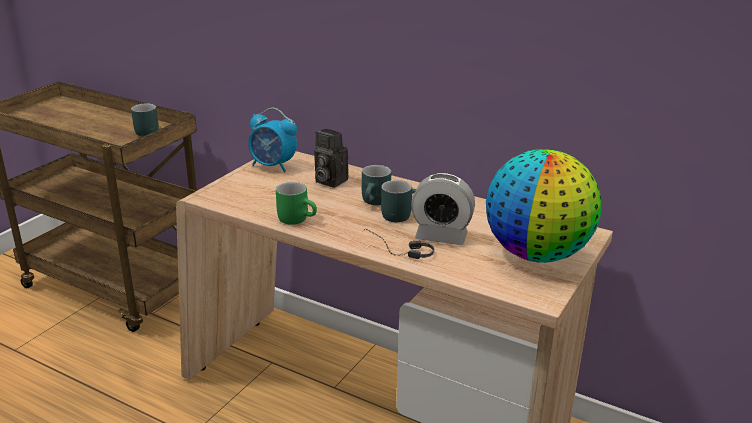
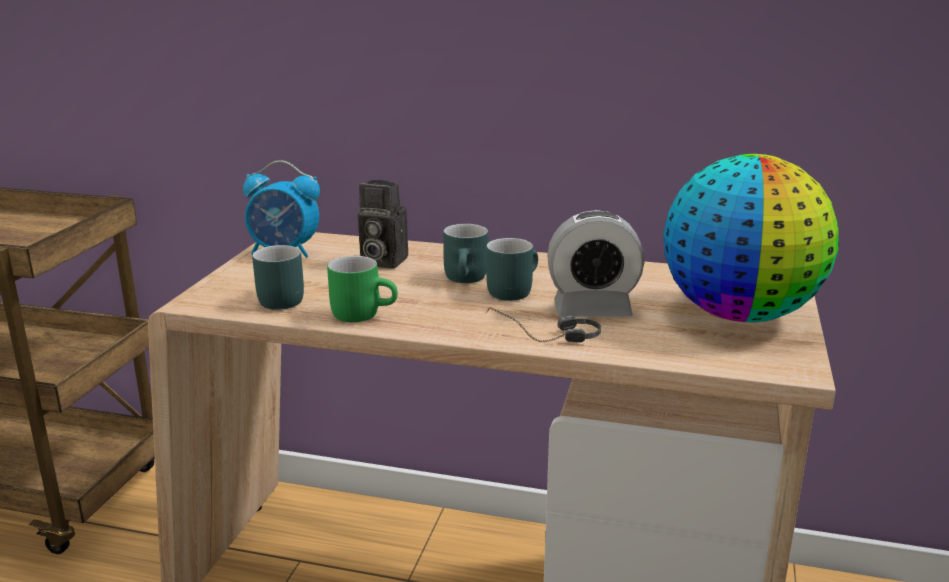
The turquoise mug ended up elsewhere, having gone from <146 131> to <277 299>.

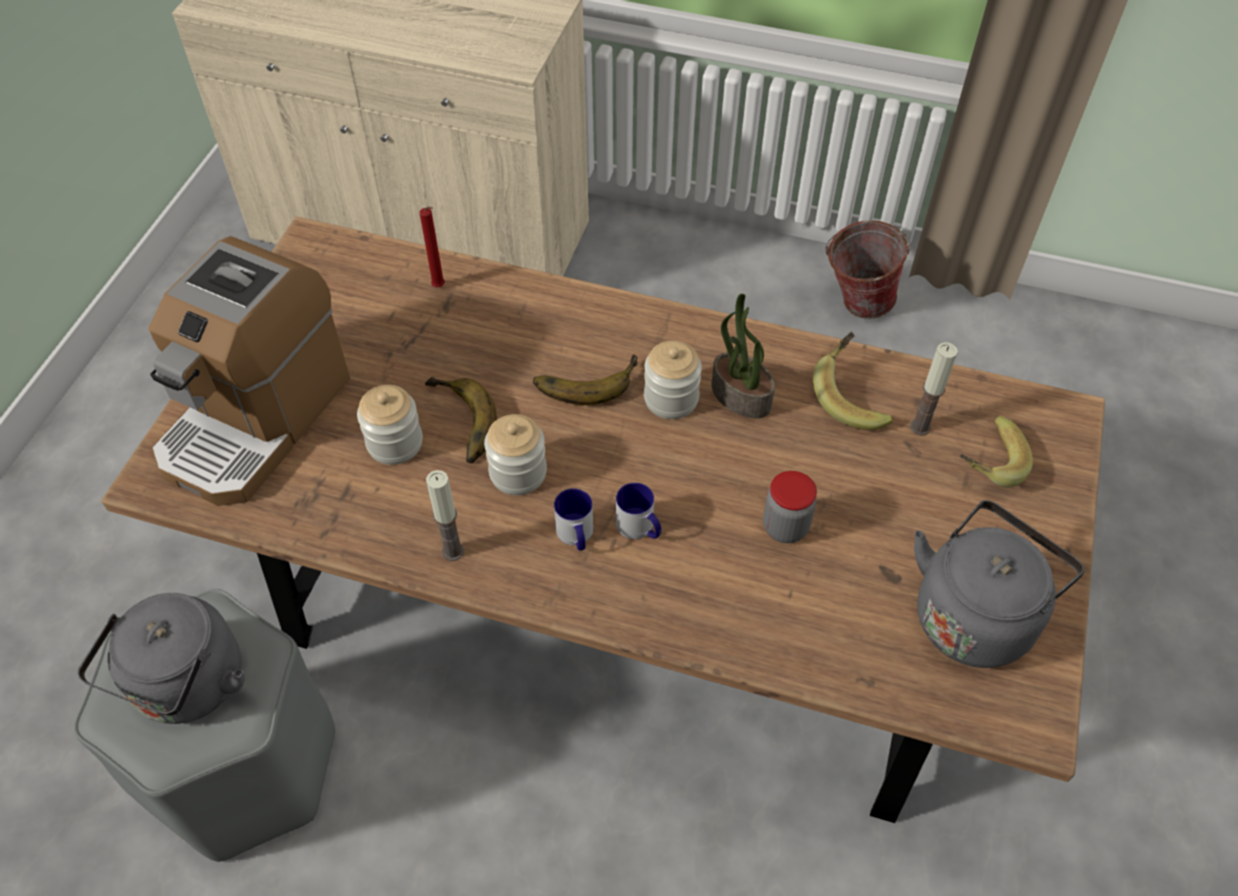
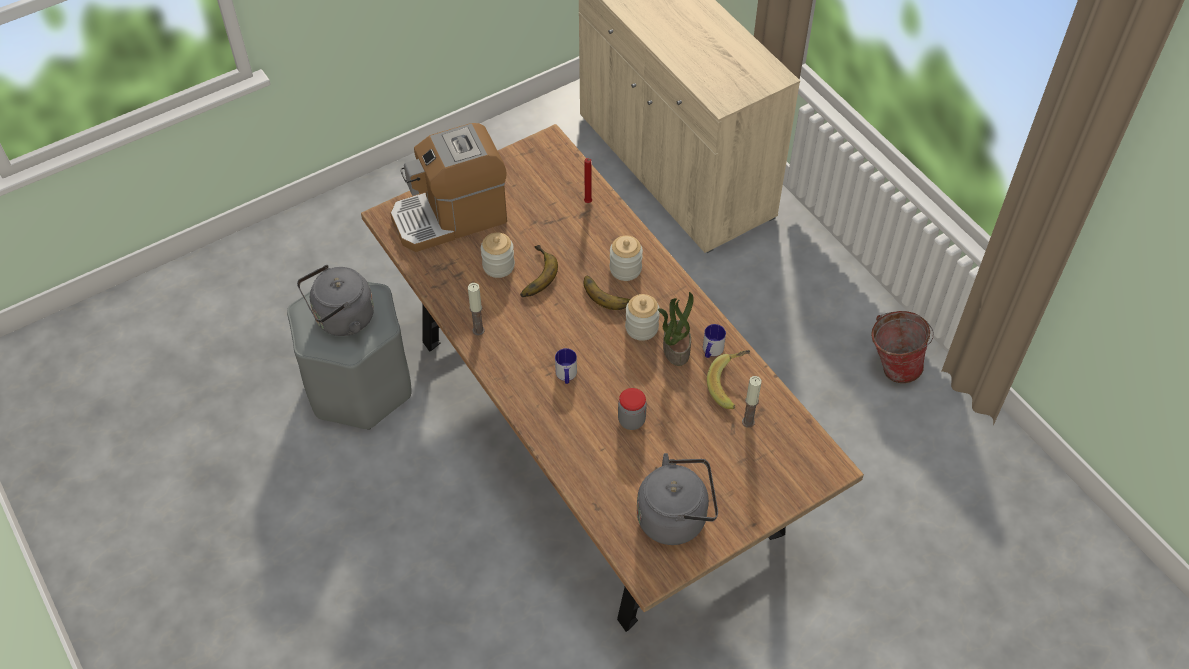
The jar ended up elsewhere, having gone from <518 472> to <625 269>. The mug ended up elsewhere, having gone from <576 536> to <711 351>. The second view lost the banana at <984 462>.

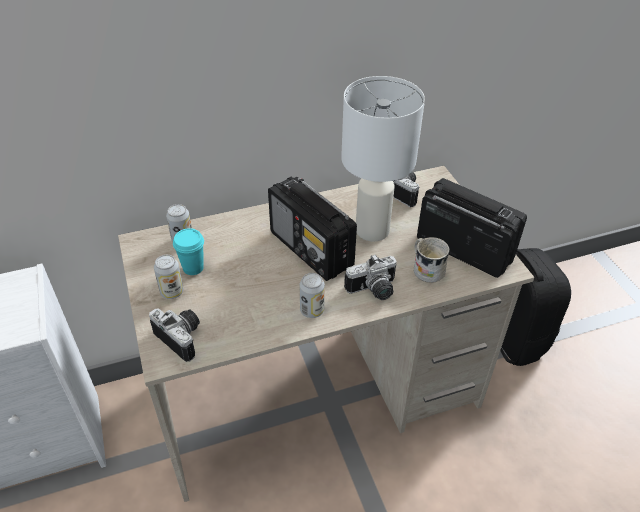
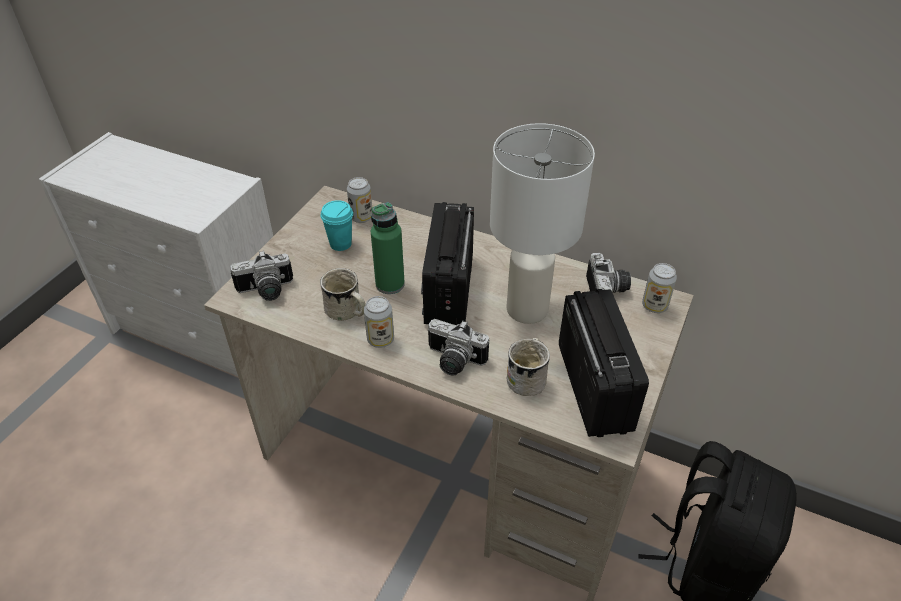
The photo camera at <183 337> ended up facing another way, 75 degrees clockwise from before. The can ended up elsewhere, having gone from <172 292> to <654 306>. The second view gained the white mug at <347 313>. The second view gained the green bottle at <390 284>.

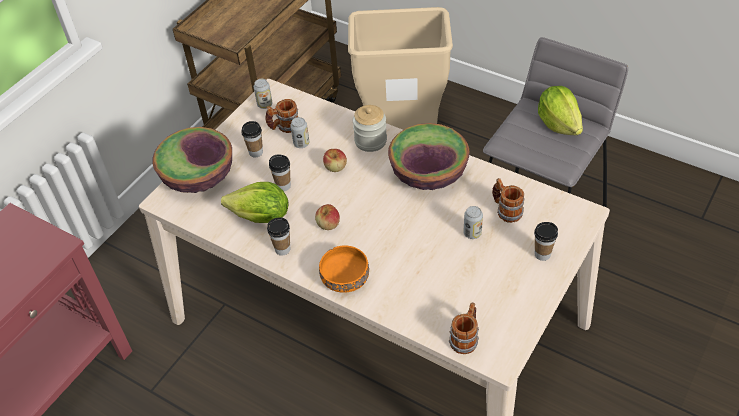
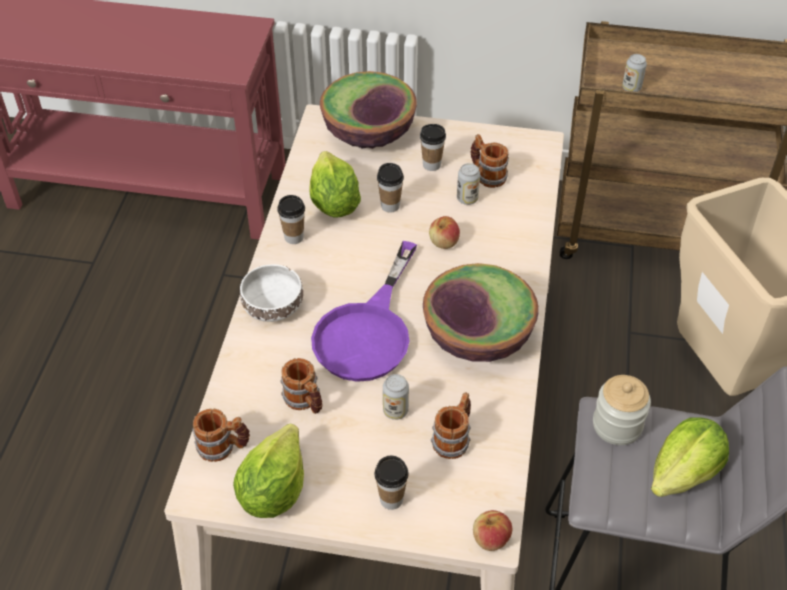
The can ended up elsewhere, having gone from <265 104> to <631 88>. The apple ended up elsewhere, having gone from <328 224> to <490 539>. What was the orange bowl at <345 279> turned into the white bowl at <271 305>. The jar ended up elsewhere, having gone from <370 141> to <617 425>. The second view gained the lettuce at <273 490>. The second view gained the mug at <305 401>. The second view gained the purple frying pan at <368 331>.

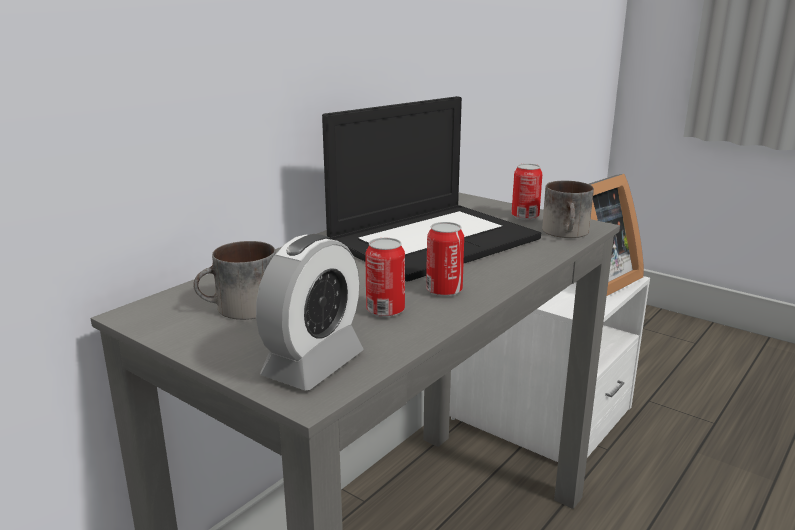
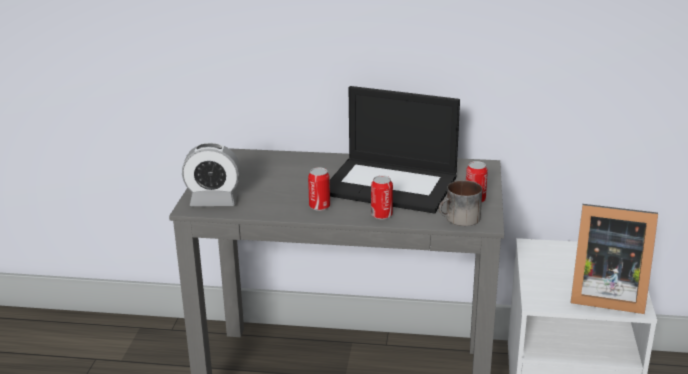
The second view lost the mug at <240 309>. The can ended up elsewhere, having gone from <385 310> to <381 215>.

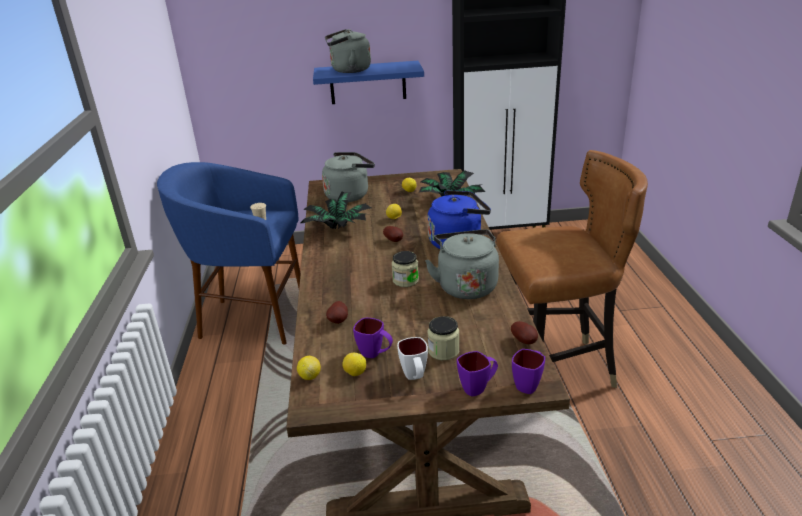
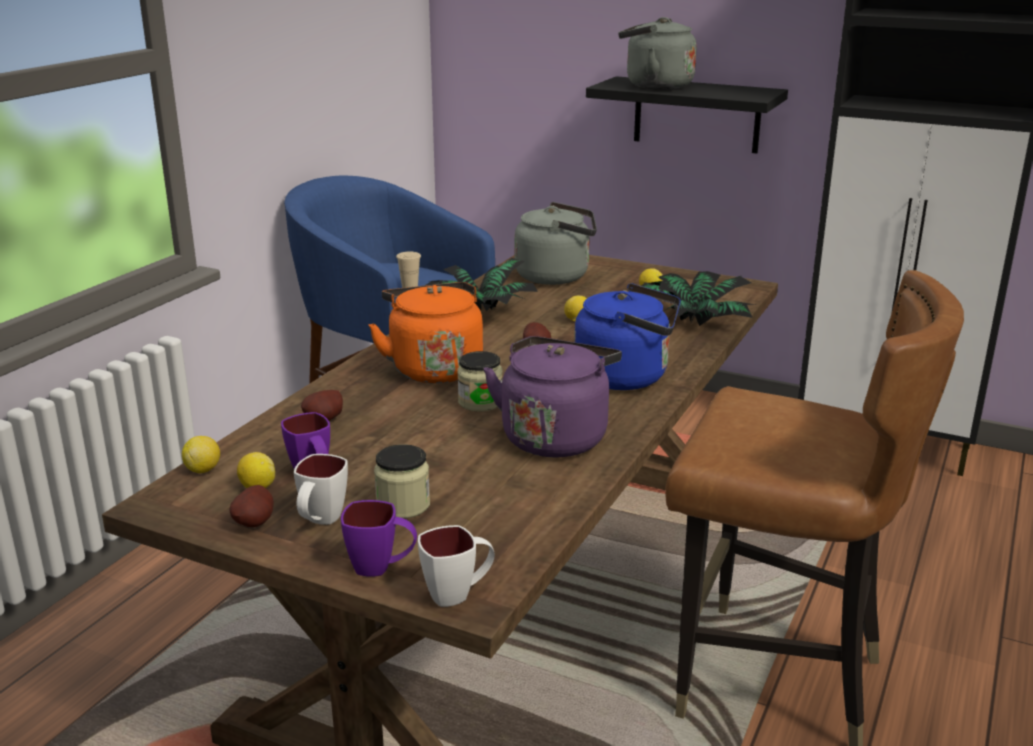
What was the blue shelf at <367 82> turned into the black shelf at <696 115>. What was the grey kettle at <466 285> turned into the purple kettle at <555 436>. The potato ended up elsewhere, having gone from <525 341> to <256 523>. What was the purple mug at <529 384> turned into the white mug at <458 594>. The second view gained the orange kettle at <434 368>.

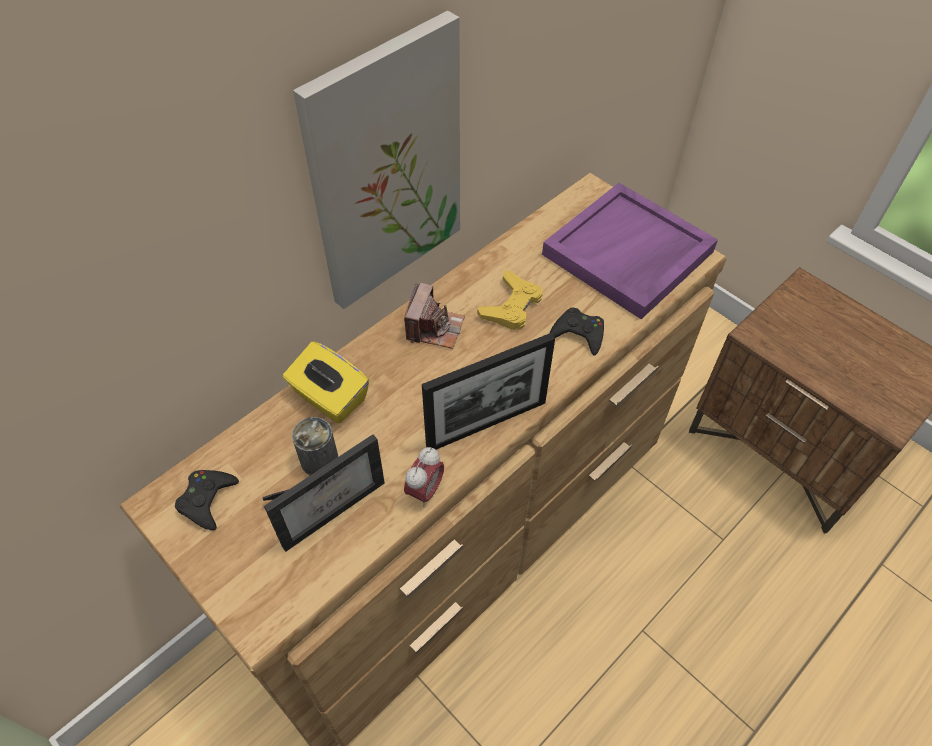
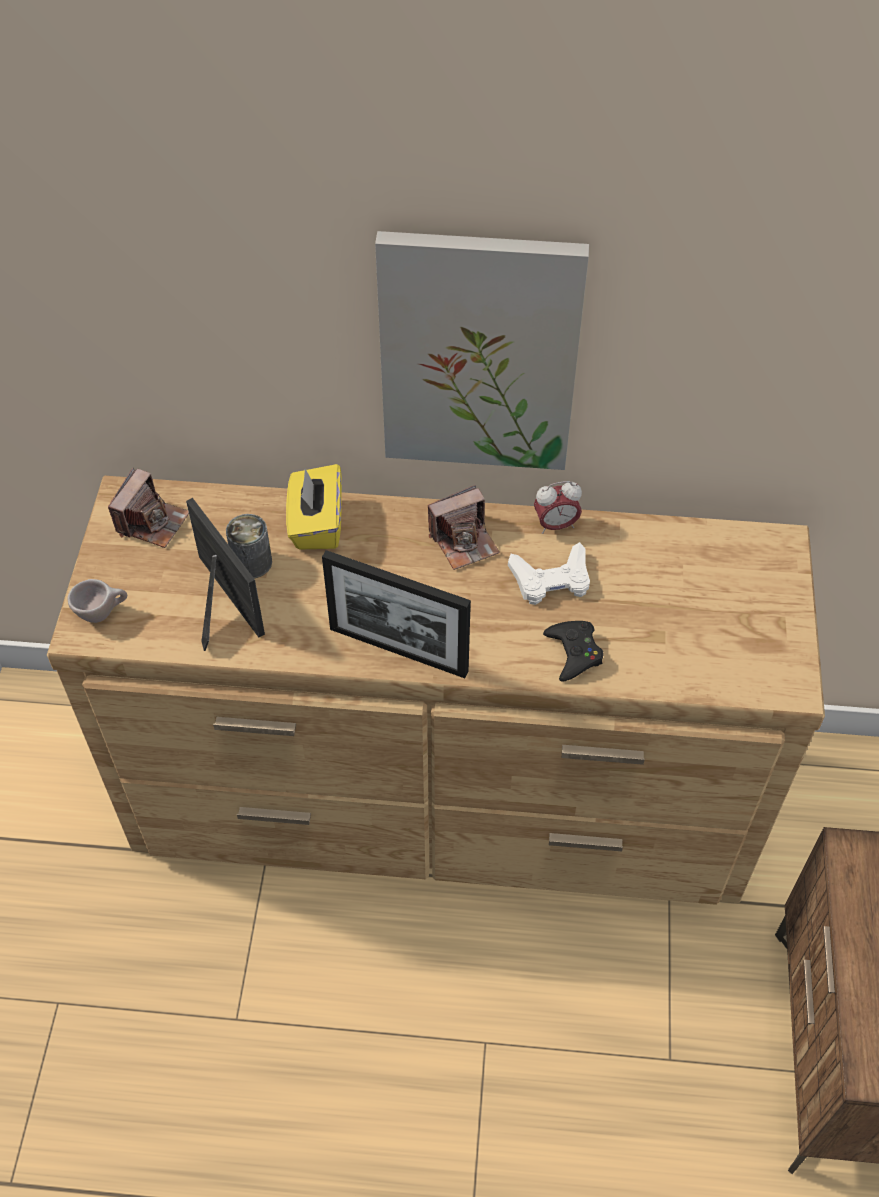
Where the black game controller stood at <207 500>, the photo camera came to stand at <152 522>. The picture frame at <329 504> ended up facing another way, 135 degrees counterclockwise from before. The alarm clock ended up elsewhere, having gone from <425 491> to <555 525>. What was the yellow game controller at <511 306> turned into the white game controller at <551 579>. The second view lost the purple tray at <628 254>. The second view gained the beige cup at <102 613>.

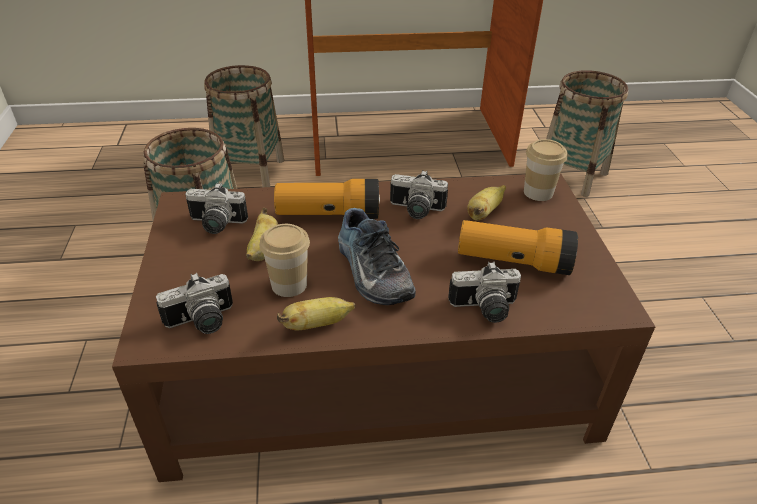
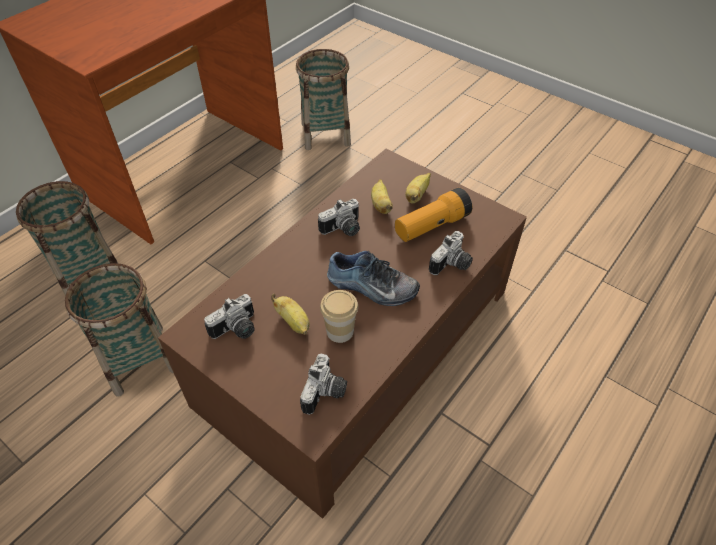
The second view lost the flashlight at <328 215>. The banana ended up elsewhere, having gone from <317 324> to <417 195>. The second view lost the cup at <538 192>.

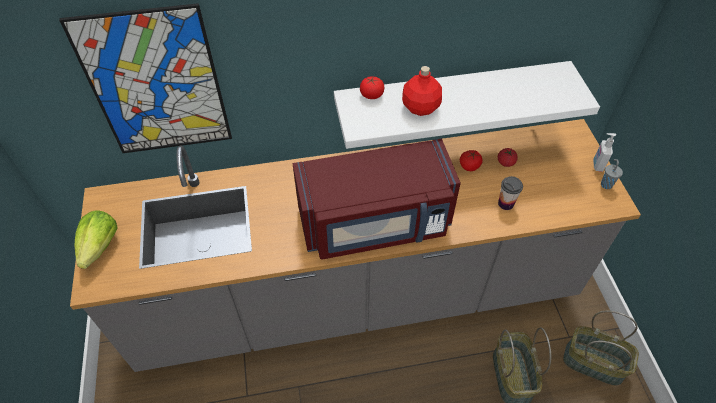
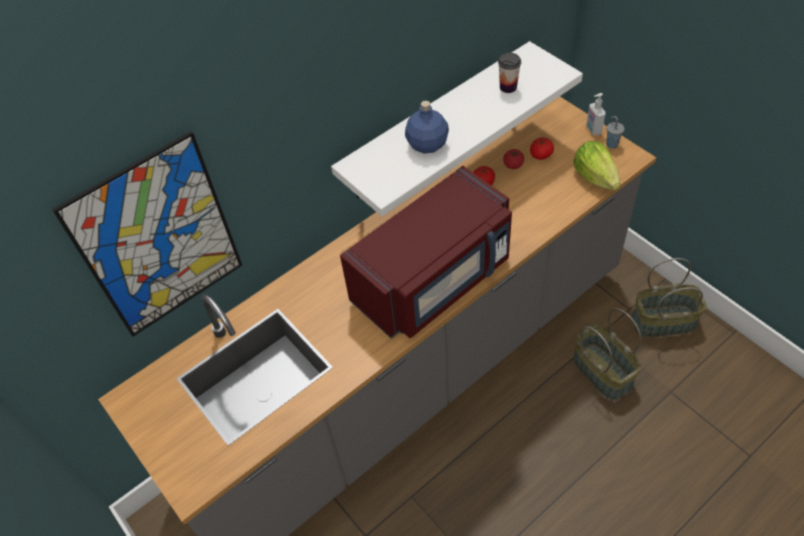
The lettuce ended up elsewhere, having gone from <101 247> to <595 177>. The tomato ended up elsewhere, having gone from <371 95> to <541 155>. What was the red bottle at <420 107> turned into the blue bottle at <427 145>. The cup ended up elsewhere, having gone from <505 203> to <508 87>.

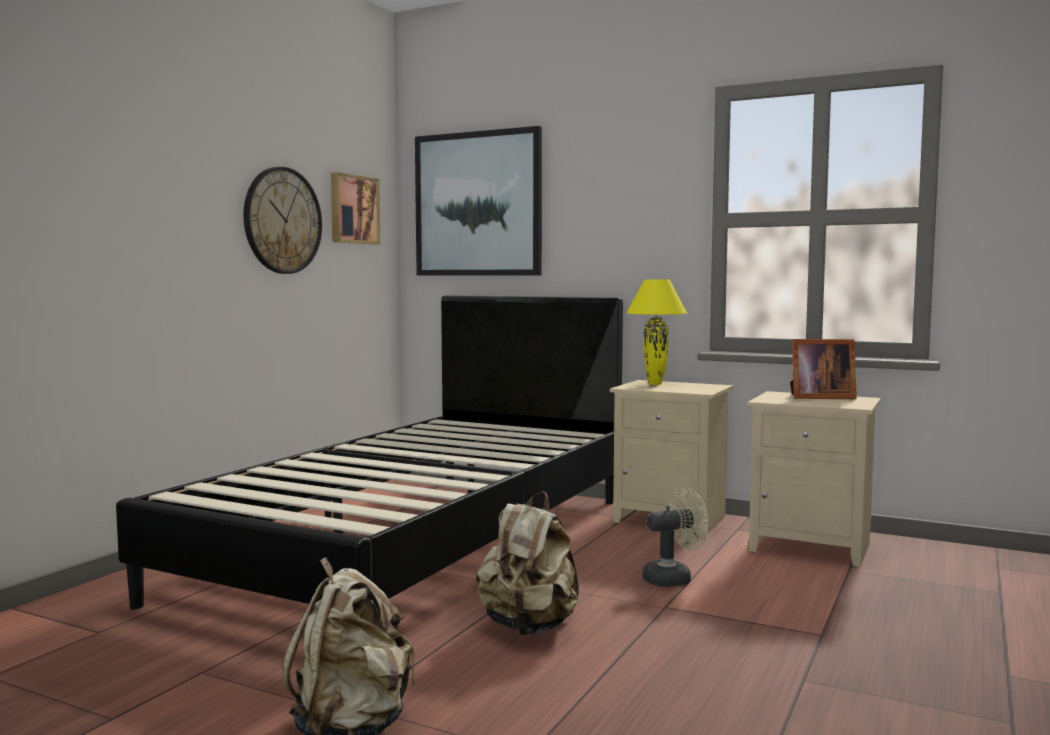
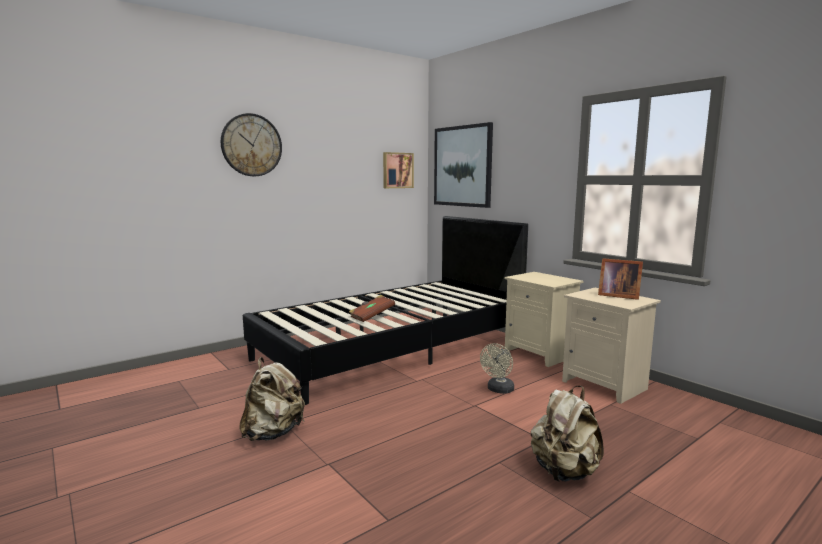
The wall clock ended up elsewhere, having gone from <282 220> to <251 145>. The beige backpack ended up elsewhere, having gone from <529 627> to <564 472>. The second view lost the yellow table lamp at <656 384>. The beige fan at <674 578> ended up facing another way, 120 degrees clockwise from before. The second view gained the brown book at <371 316>.

